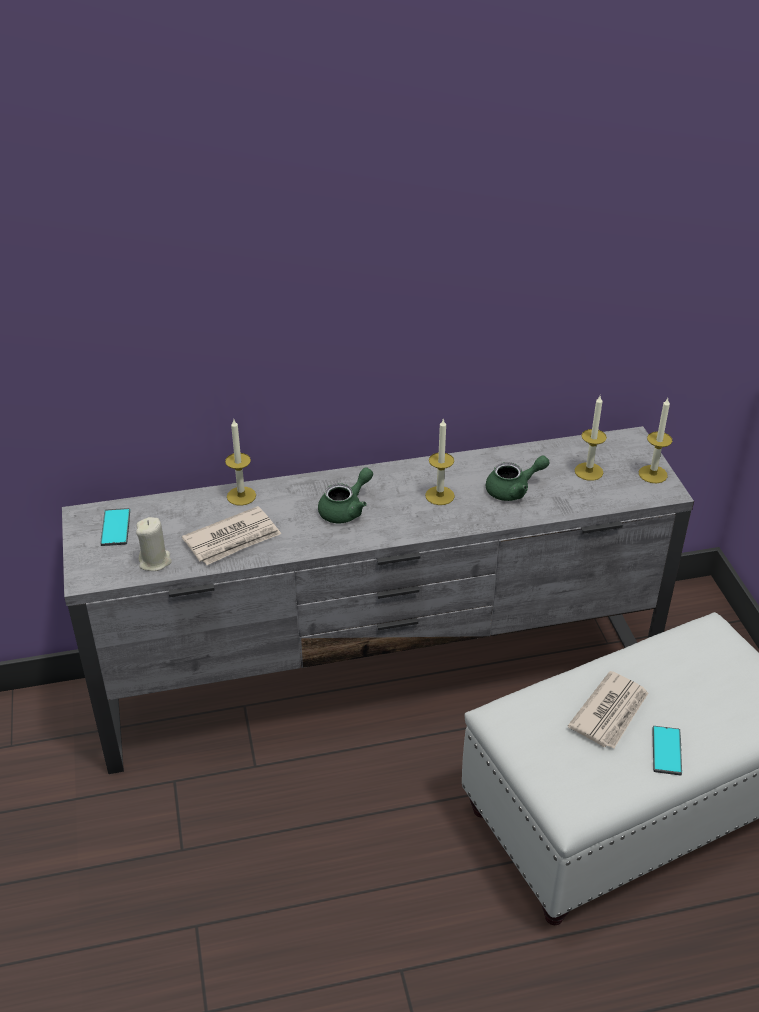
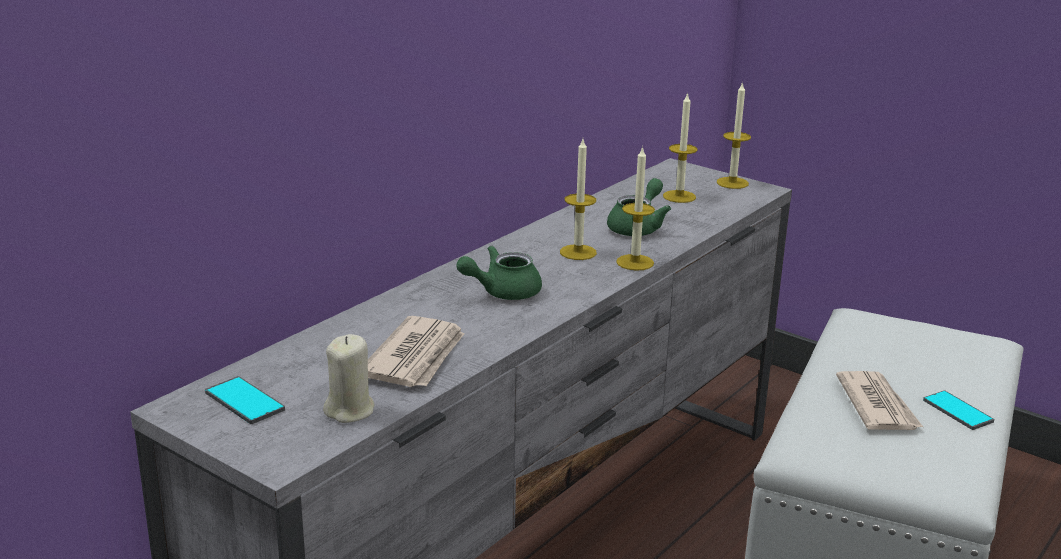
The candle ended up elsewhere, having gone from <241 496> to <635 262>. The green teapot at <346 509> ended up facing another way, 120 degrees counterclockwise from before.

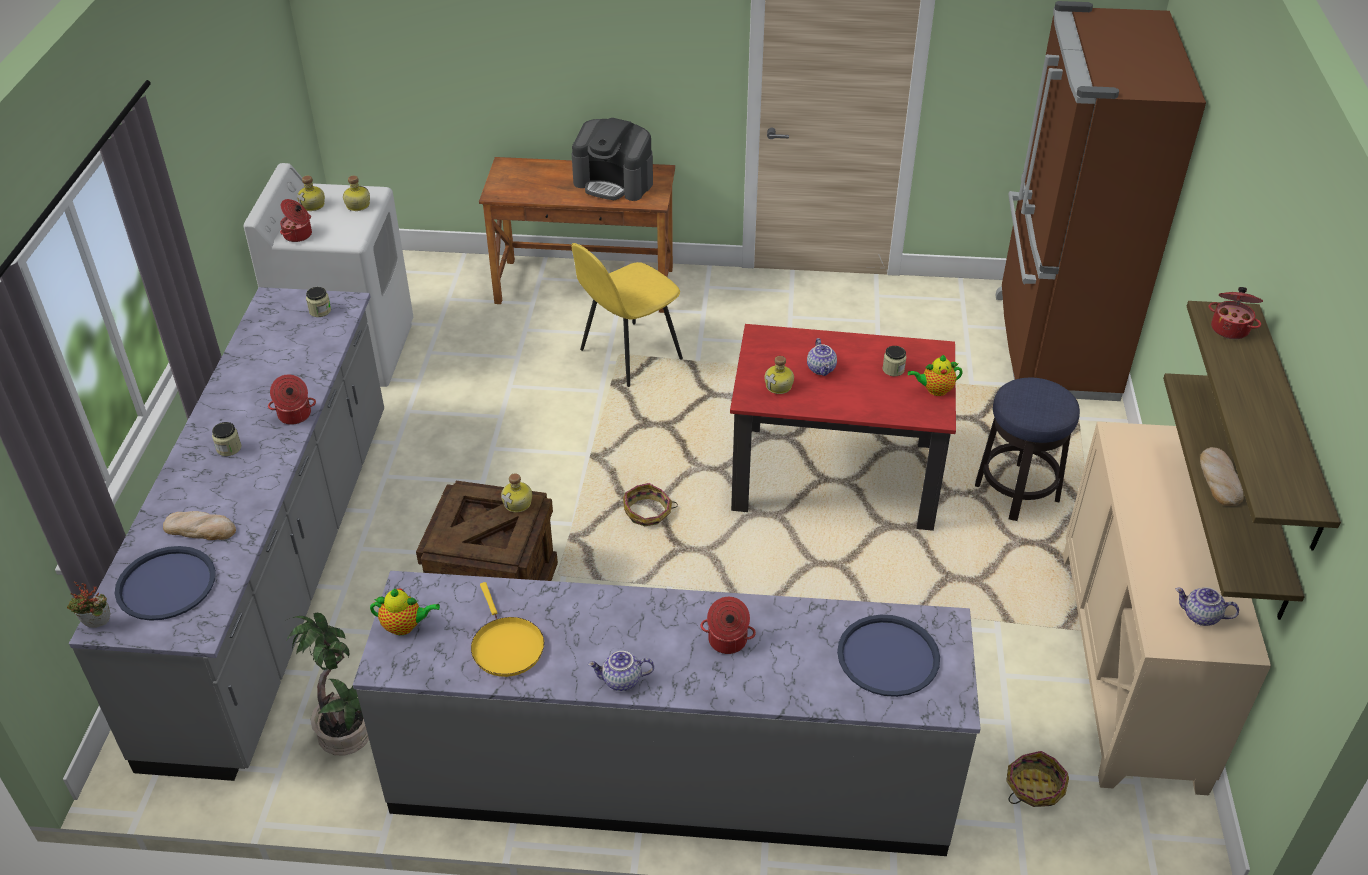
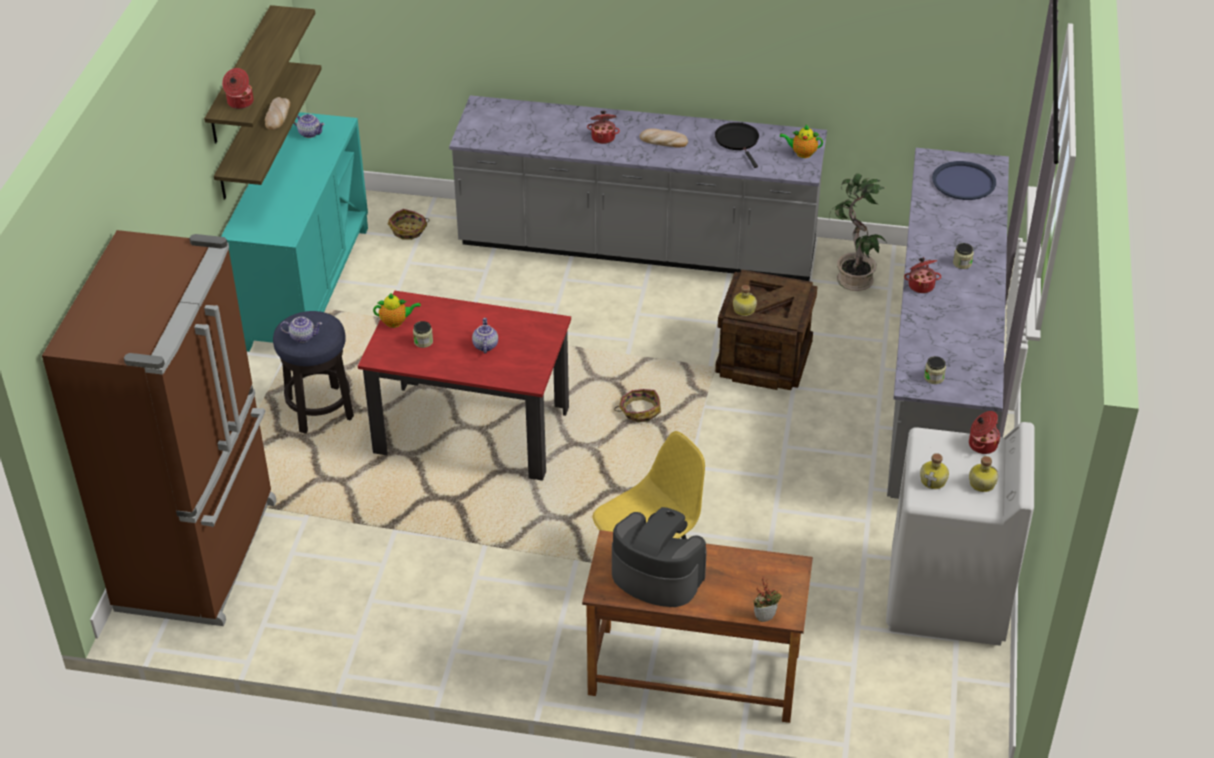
The potted plant ended up elsewhere, having gone from <97 626> to <765 616>. The bread ended up elsewhere, having gone from <200 529> to <663 141>. What was the yellow frying pan at <506 646> turned into the black frying pan at <738 141>. The teapot ended up elsewhere, having gone from <621 681> to <303 336>. The second view lost the bottle at <779 386>. The second view lost the blue tray at <888 657>. What was the beige cabinet at <1131 666> turned into the turquoise cabinet at <305 287>.

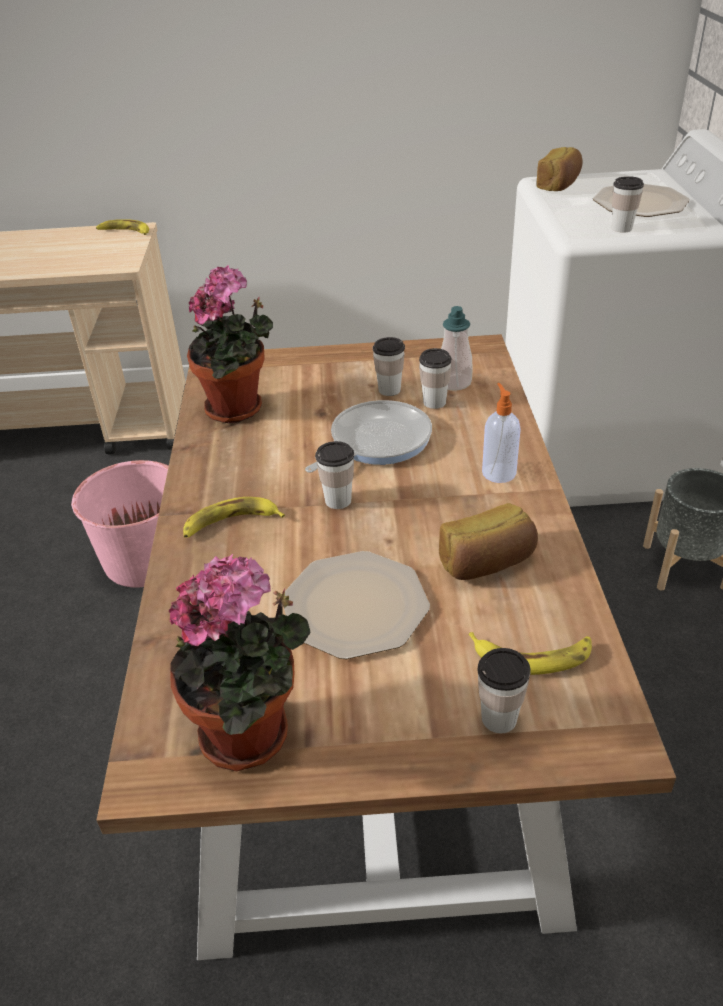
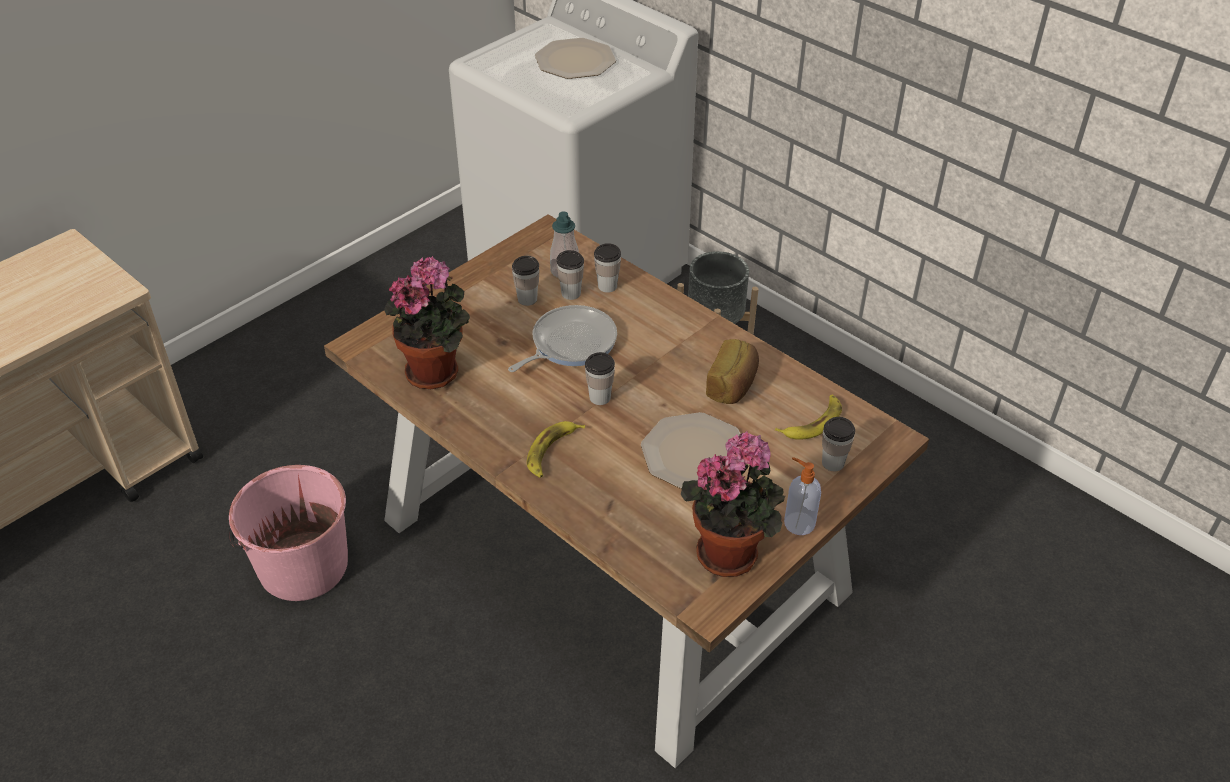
The second view lost the banana at <125 232>. The frying pan at <376 441> ended up facing another way, 45 degrees clockwise from before. The soap dispenser ended up elsewhere, having gone from <498 472> to <798 523>. The second view lost the bread at <559 185>. The cup ended up elsewhere, having gone from <621 228> to <607 286>.

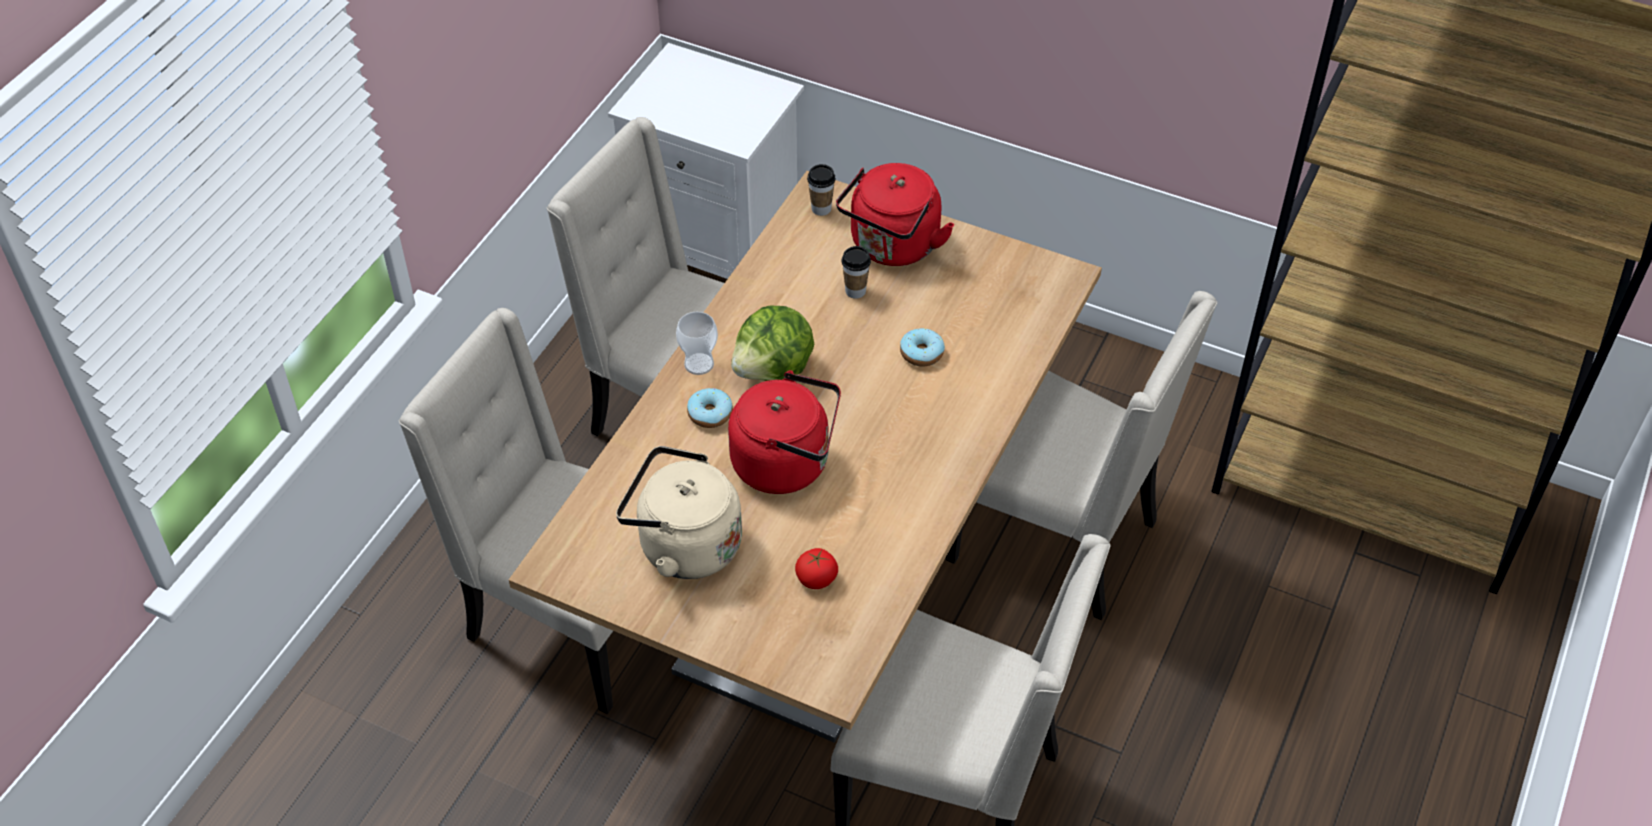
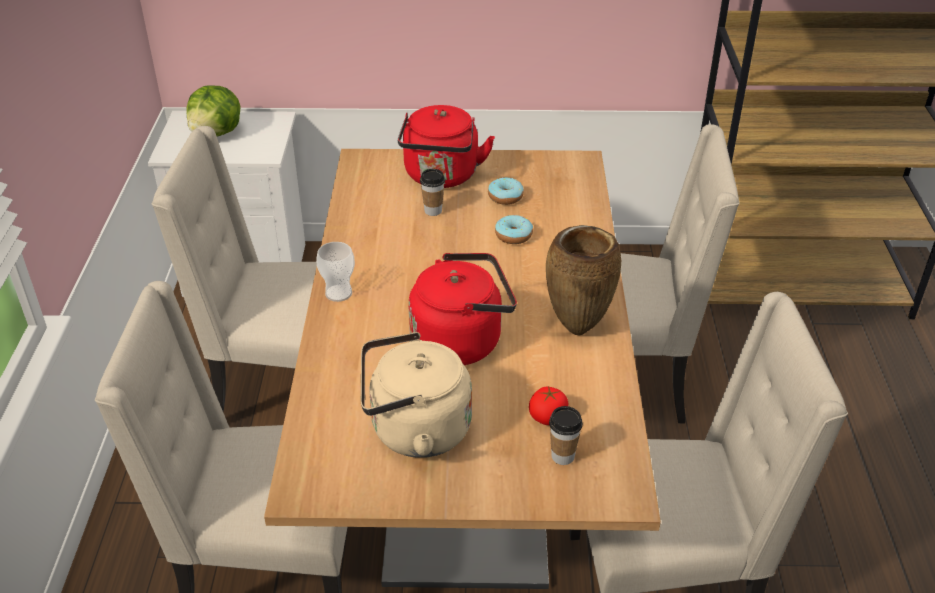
The donut ended up elsewhere, having gone from <710 414> to <505 197>. The lettuce ended up elsewhere, having gone from <774 369> to <217 133>. The cup ended up elsewhere, having gone from <821 209> to <562 456>. The second view gained the brown vase at <577 328>.

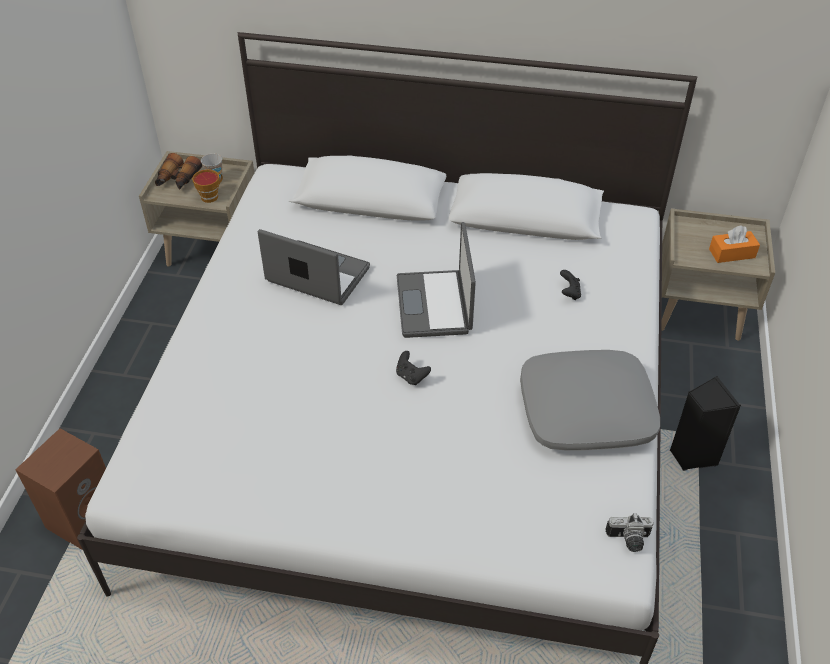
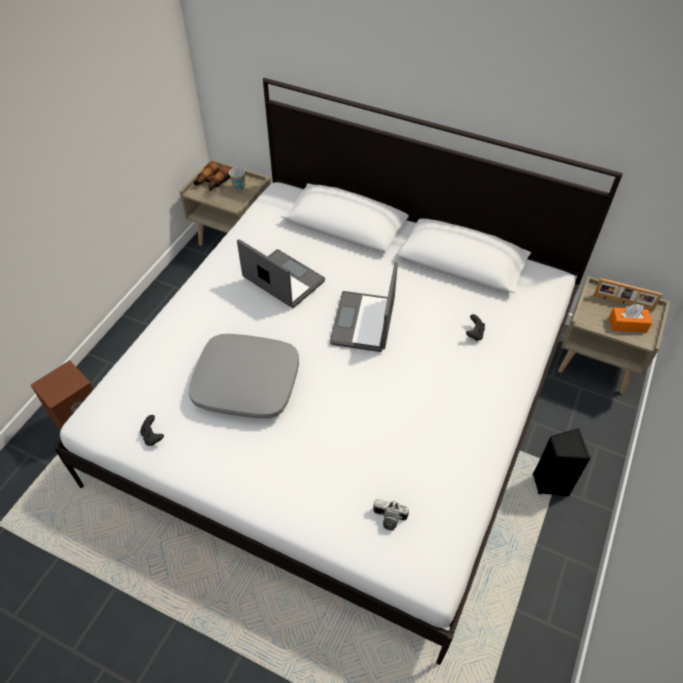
The second view lost the cup at <211 196>. The black game controller ended up elsewhere, having gone from <411 376> to <153 437>. The grey pillow ended up elsewhere, having gone from <586 410> to <247 382>. The photo camera ended up elsewhere, having gone from <628 540> to <388 520>. The second view gained the picture frame at <623 303>.

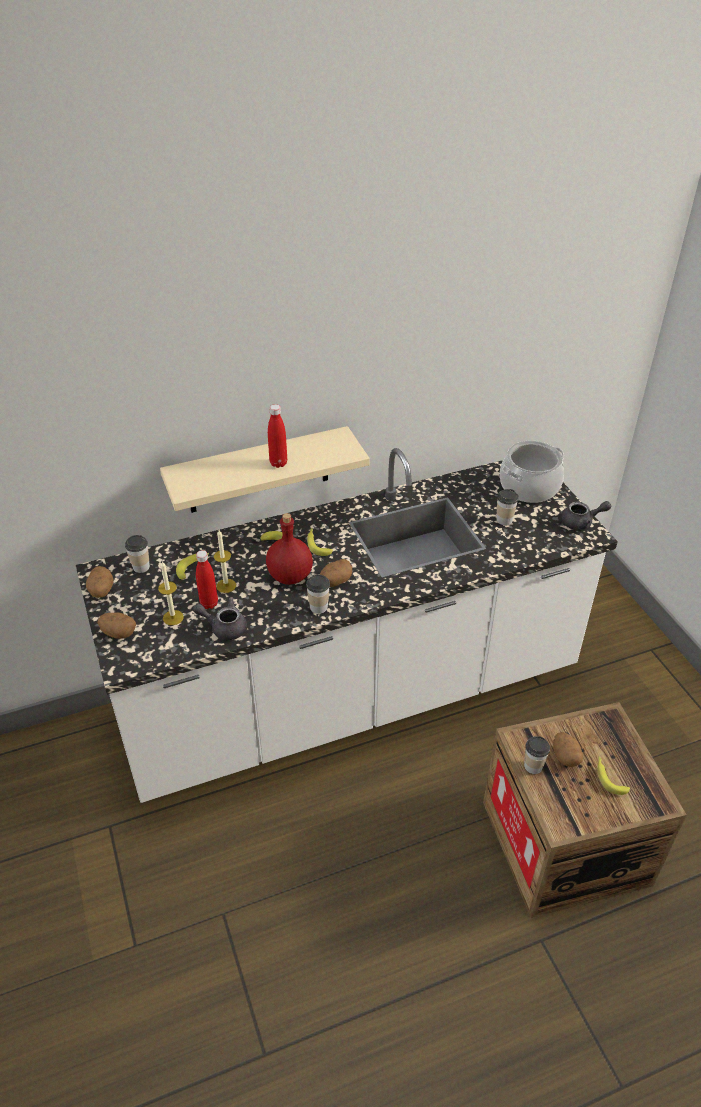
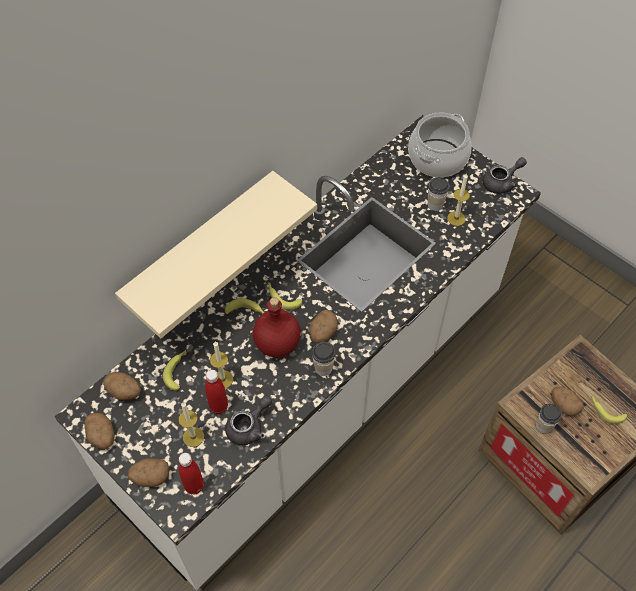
Where the cup stood at <141 567>, the potato came to stand at <125 392>. The grey teapot at <224 627> ended up facing another way, 150 degrees clockwise from before. The red bottle ended up elsewhere, having gone from <278 463> to <194 486>. The second view gained the candle at <456 218>.

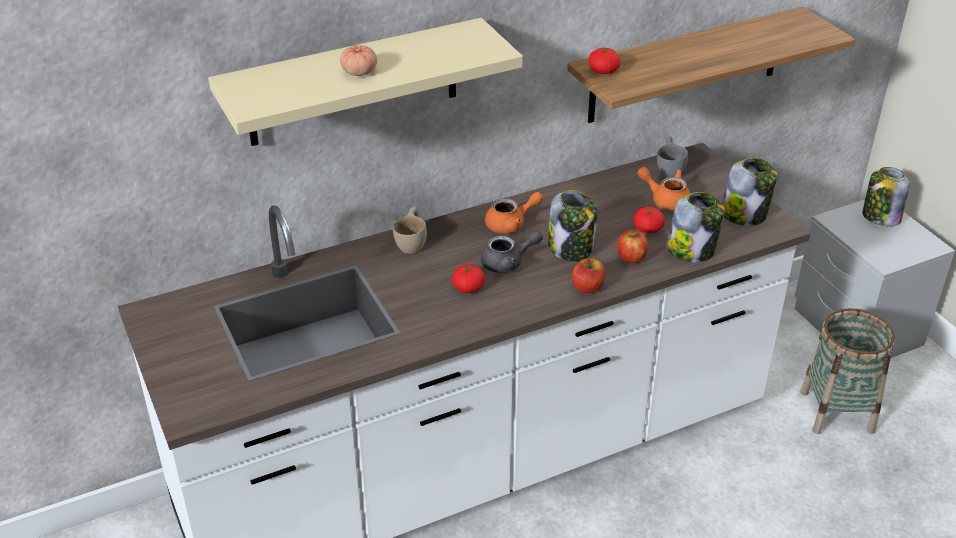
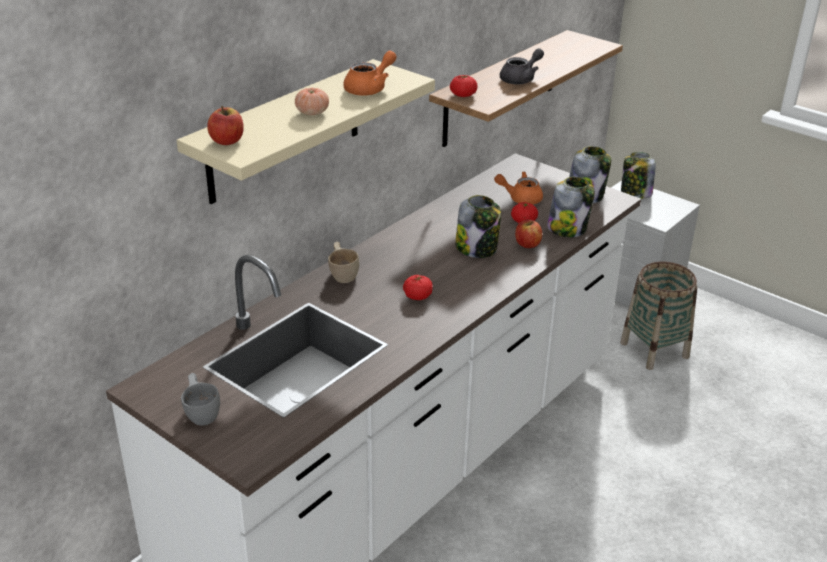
The grey teapot ended up elsewhere, having gone from <508 263> to <521 79>. The orange teapot ended up elsewhere, having gone from <511 224> to <370 89>. The apple ended up elsewhere, having gone from <587 287> to <227 141>. The grey cup ended up elsewhere, having gone from <670 169> to <202 412>.

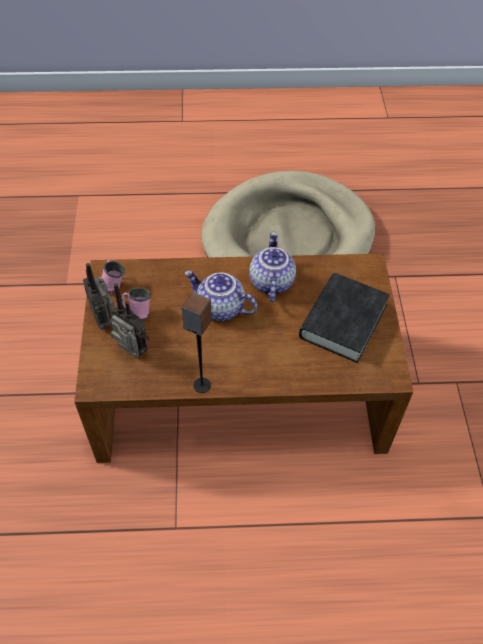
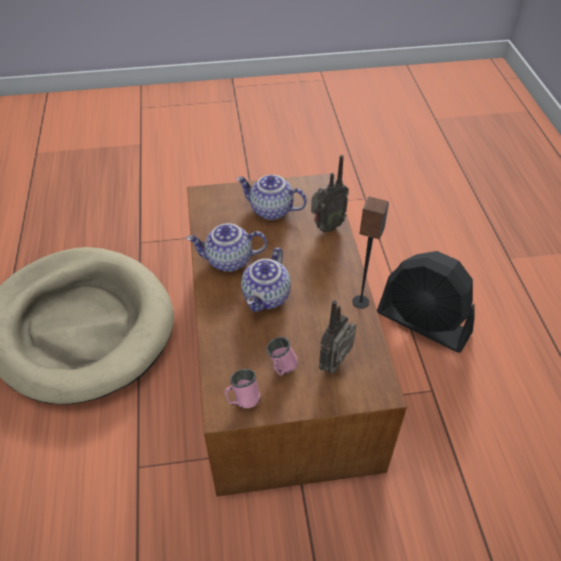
The radio ended up elsewhere, having gone from <104 319> to <326 227>. Where the black book stood at <343 321>, the teapot came to stand at <270 211>. The second view gained the black fan at <423 323>.

